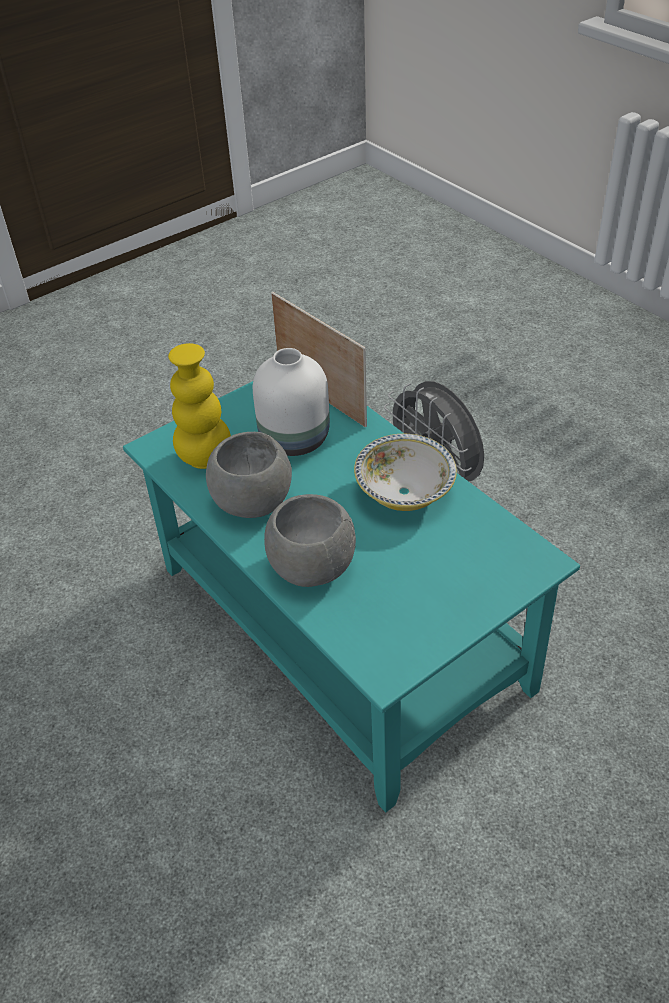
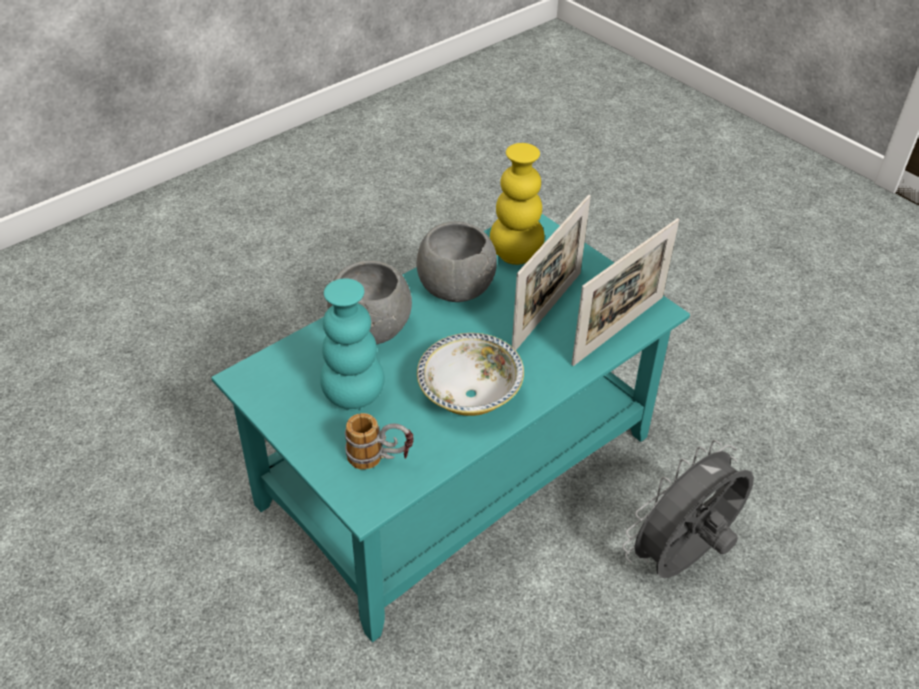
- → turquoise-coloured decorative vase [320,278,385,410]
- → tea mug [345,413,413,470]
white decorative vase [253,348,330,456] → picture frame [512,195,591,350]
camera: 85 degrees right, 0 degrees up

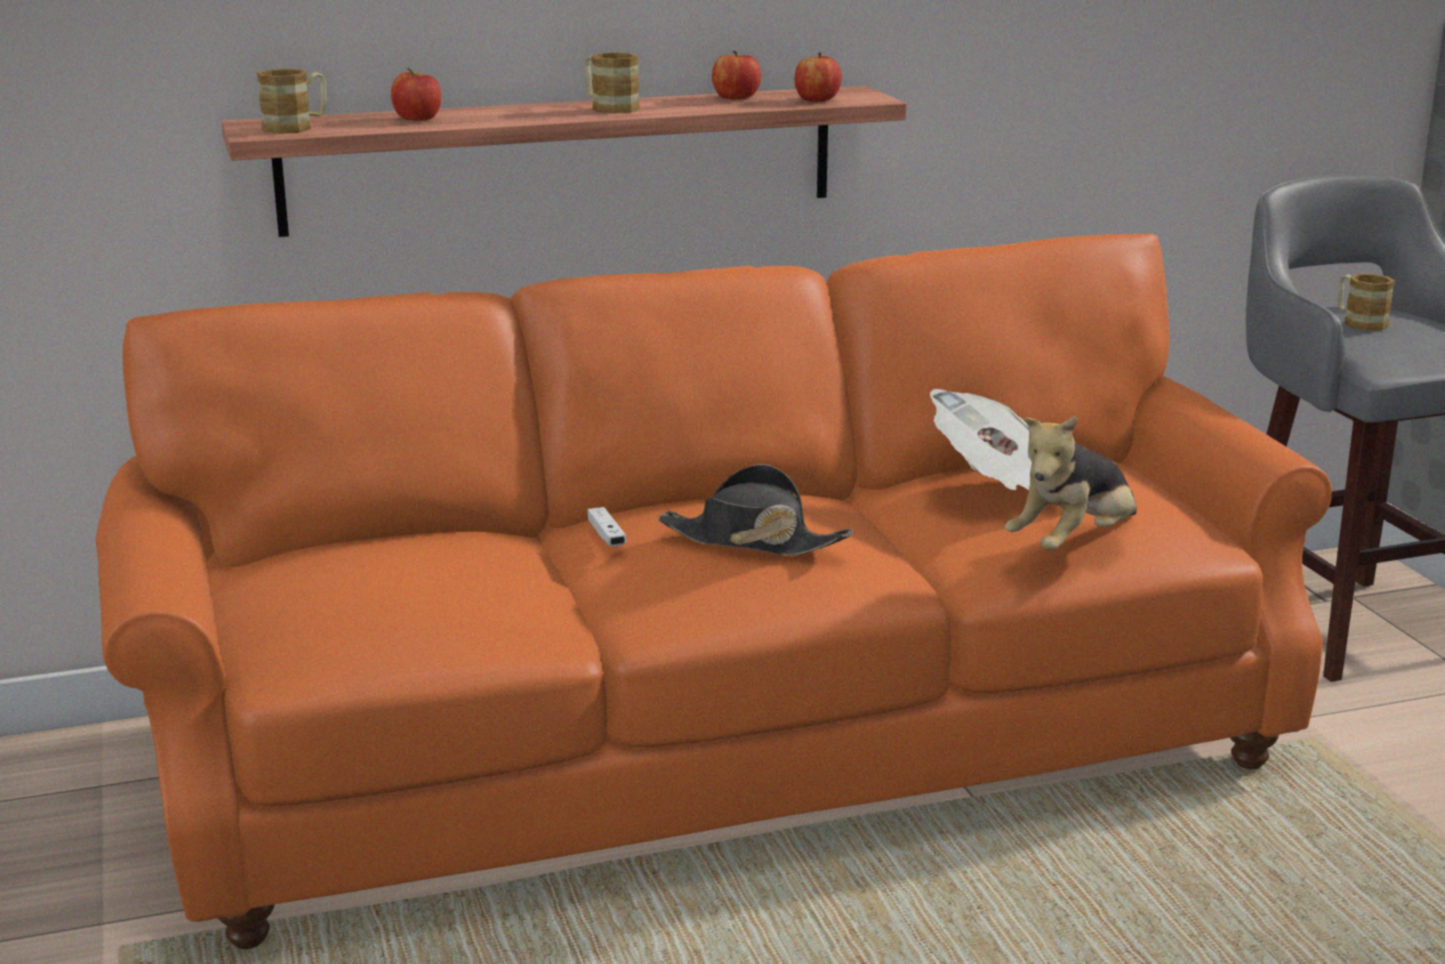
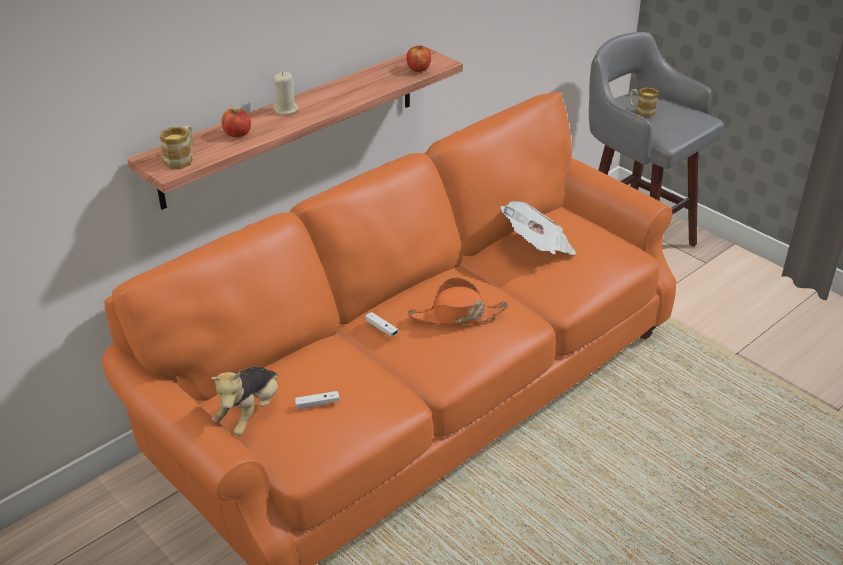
tea mug [585,52,640,114] → -
whole apple [712,50,761,100] → -
- → beige-coloured wax light [273,72,299,115]
- → white gamepad [295,391,340,409]
plush toy [1005,415,1137,551] → plush toy [211,366,278,436], moved
black clothing hat [658,464,853,555] → orange-coloured clothing hat [408,277,508,325]
camera: 25 degrees left, 15 degrees up

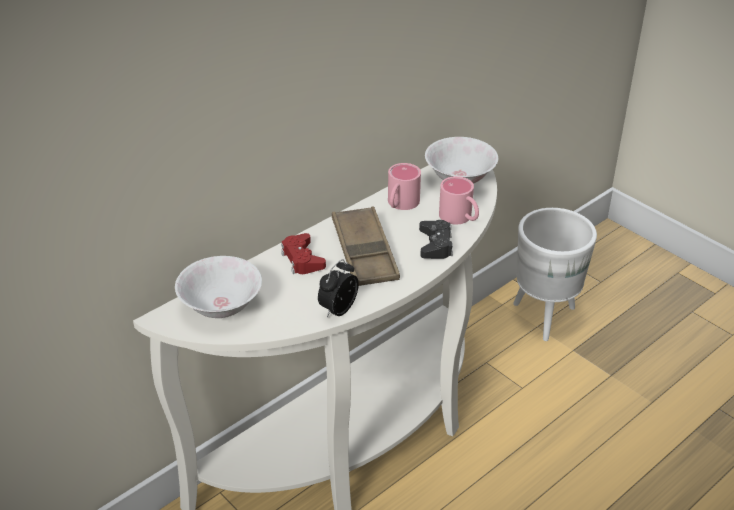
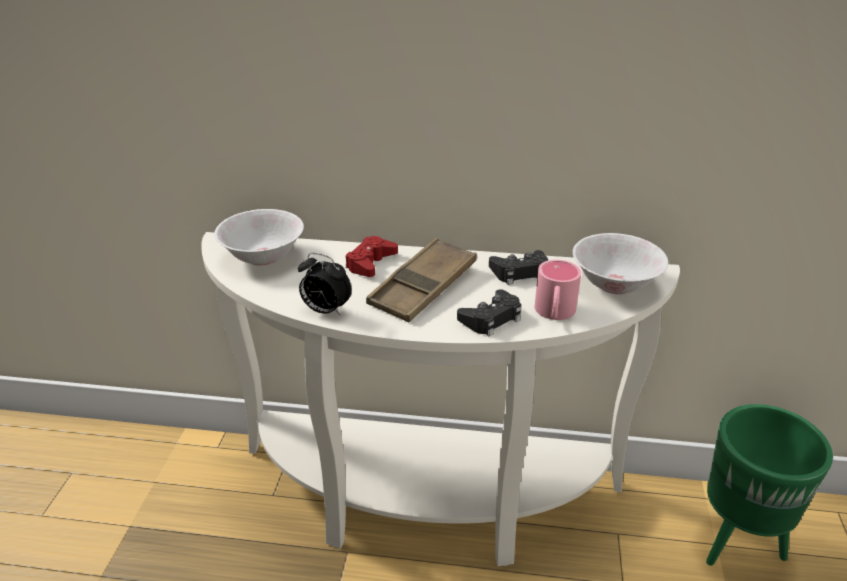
pink-coloured tea mug [388,163,421,210] → black gamepad [489,250,548,285]
white plant pot [513,208,597,341] → greenish plant pot [706,404,833,566]
bedside clock [318,259,359,318] → bedside clock [298,253,352,316], 150 degrees counterclockwise
camera: 50 degrees right, 5 degrees down

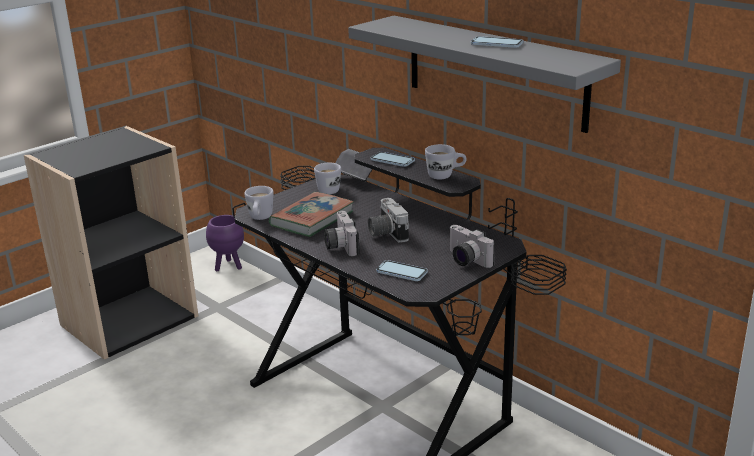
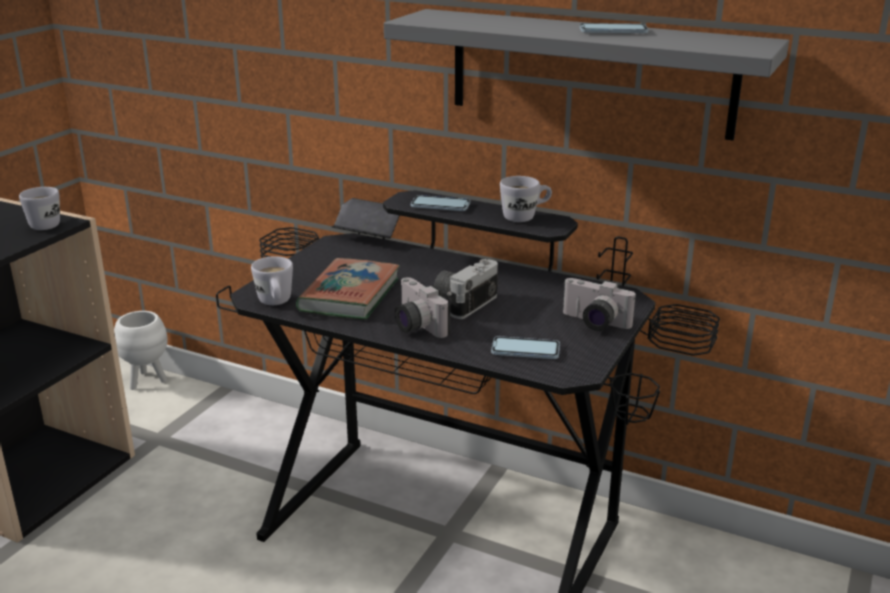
white tea mug [314,163,341,195] → white tea mug [19,187,60,230], moved
purple-coloured plant pot [206,215,244,271] → white plant pot [114,311,168,390]
photo camera [368,198,409,243] → photo camera [434,259,498,319], 75 degrees clockwise
camera: 20 degrees left, 0 degrees up

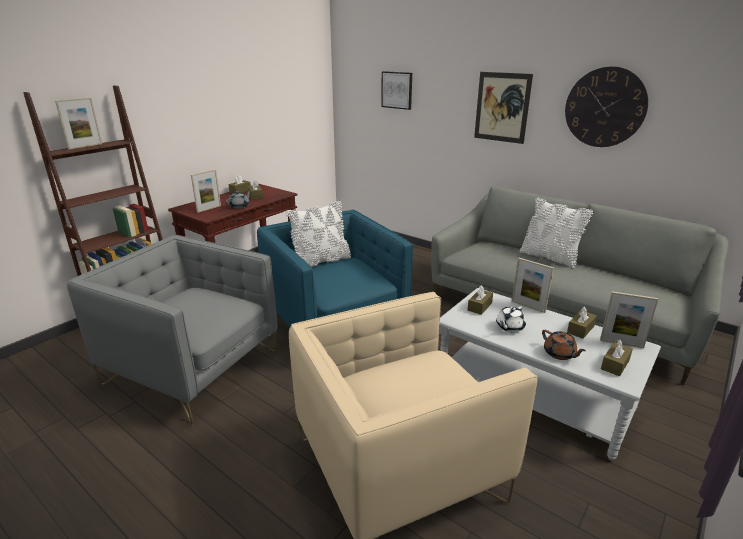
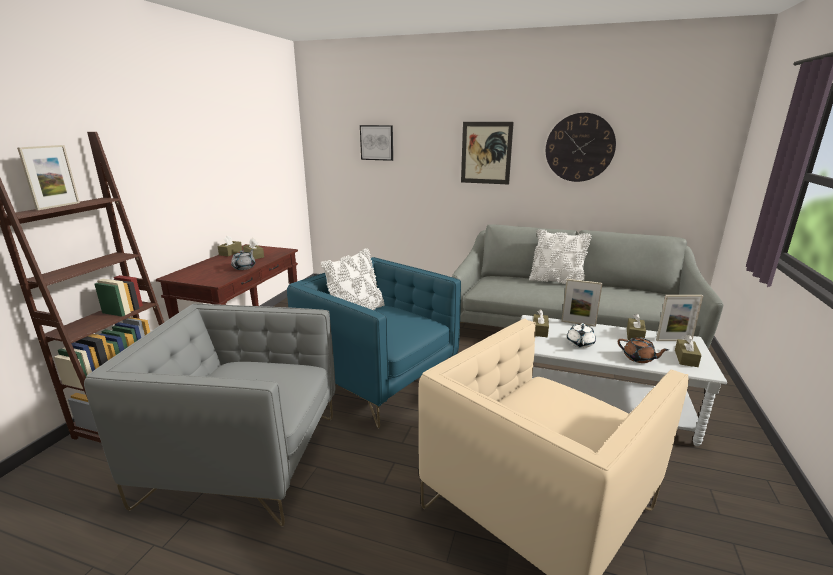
picture frame [191,169,221,213] → -
camera: 20 degrees left, 5 degrees down

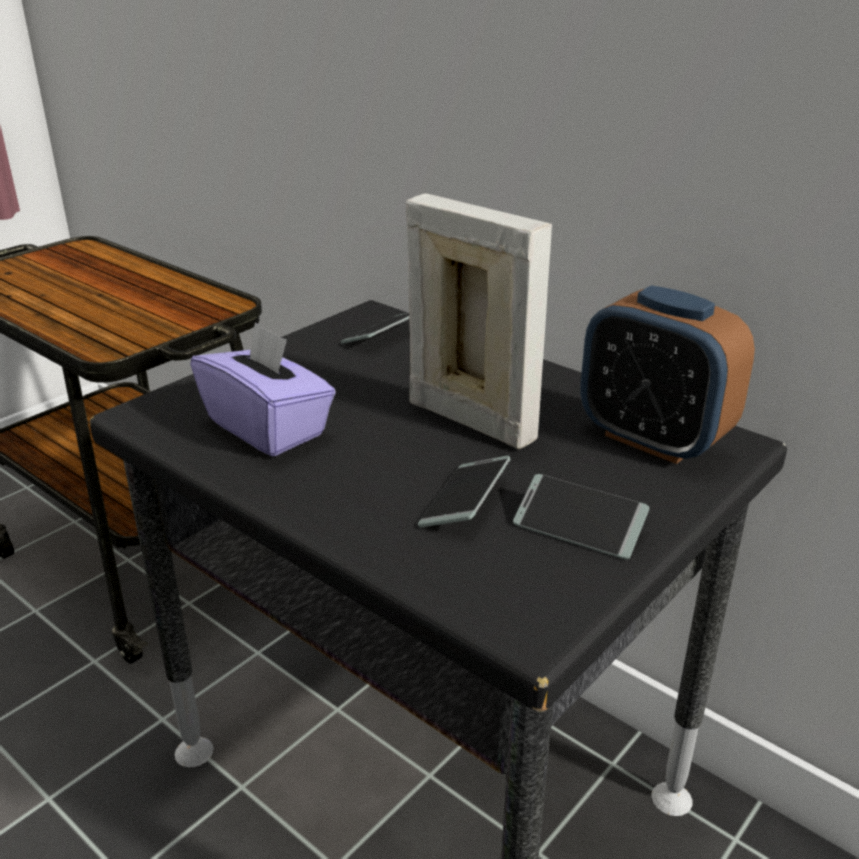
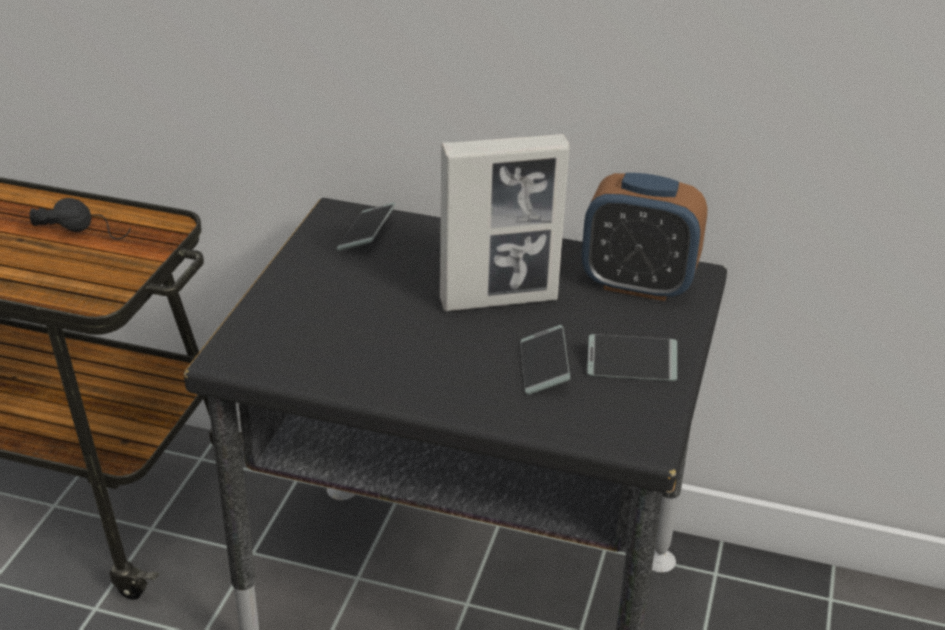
purple-coloured tissue box [190,322,336,457] → -
- → black headphones [30,198,131,240]
picture frame [406,193,552,449] → picture frame [440,134,570,311], 150 degrees clockwise
camera: 25 degrees left, 5 degrees up

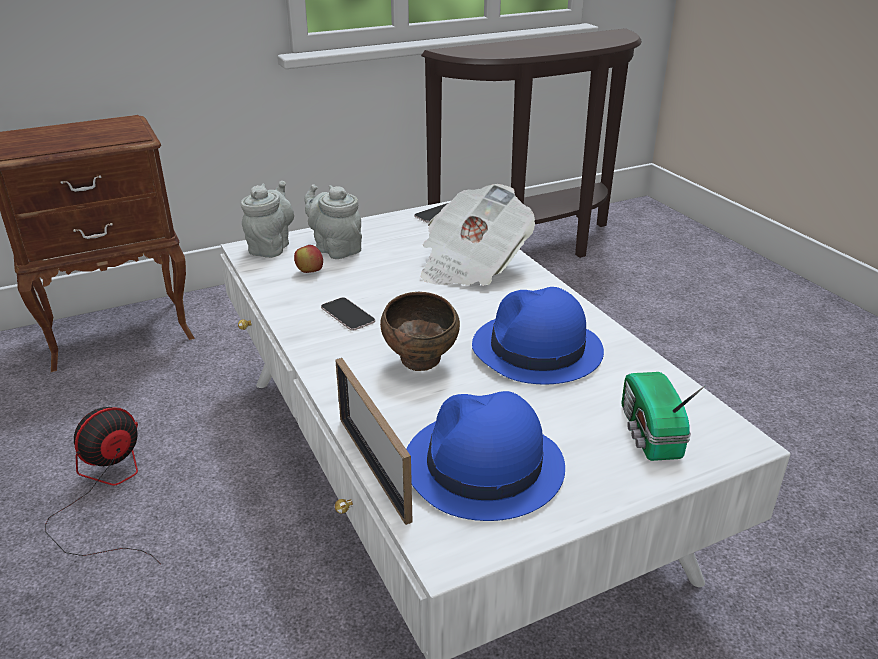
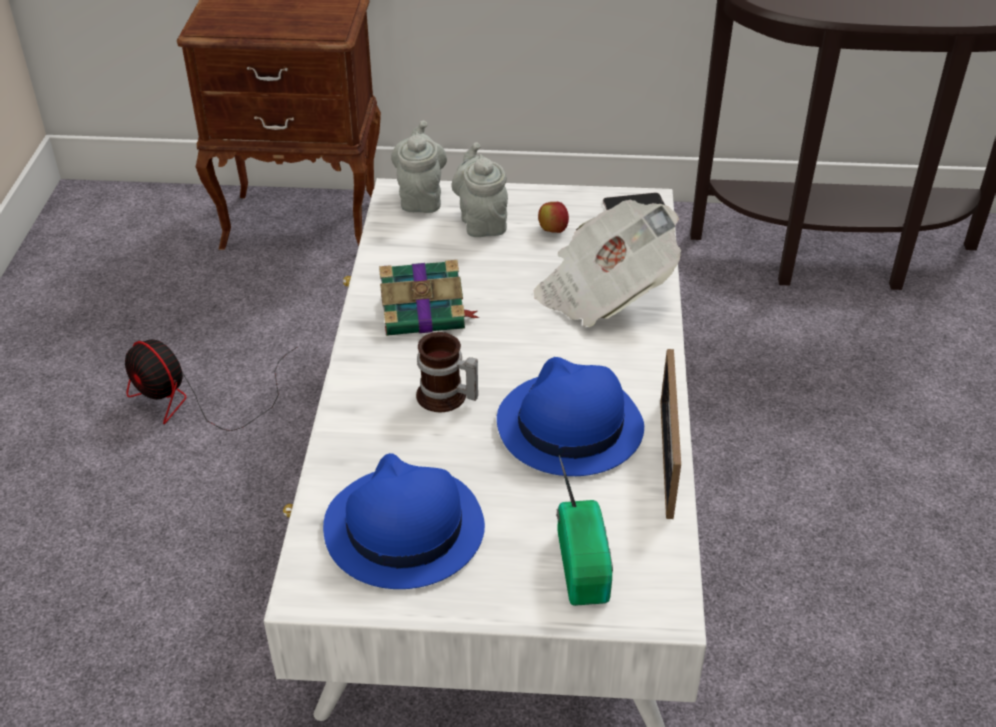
whole apple [294,245,323,273] → whole apple [538,202,569,233], moved
picture frame [335,358,413,525] → picture frame [660,349,681,519], moved
phone [321,297,375,331] → book [379,260,479,336]
brownish serving bowl [380,292,460,371] → tea mug [416,332,478,412]
cooling fan [45,407,161,564] → cooling fan [125,339,297,431], 120 degrees counterclockwise
gray tea pot [241,181,294,258] → gray tea pot [391,121,447,213], 45 degrees counterclockwise
radio [622,372,705,461] → radio [556,455,613,606], 150 degrees clockwise
camera: 30 degrees right, 10 degrees up

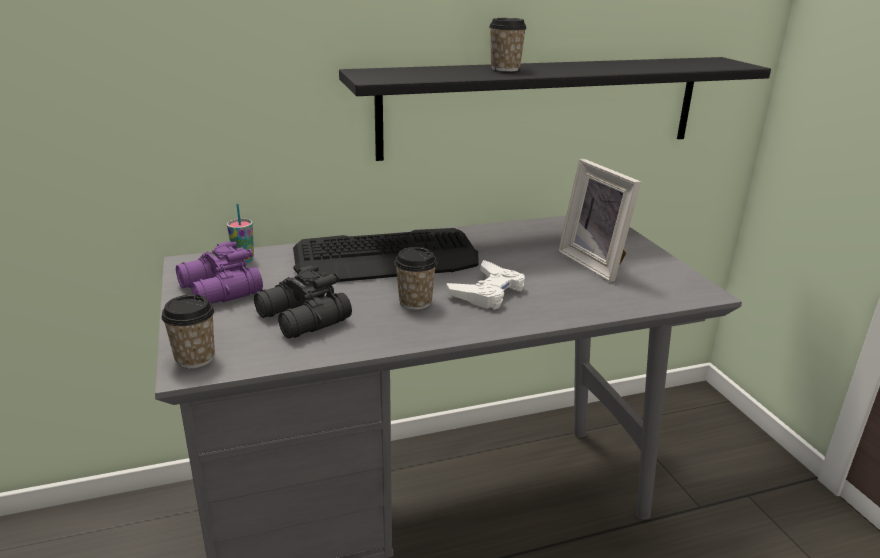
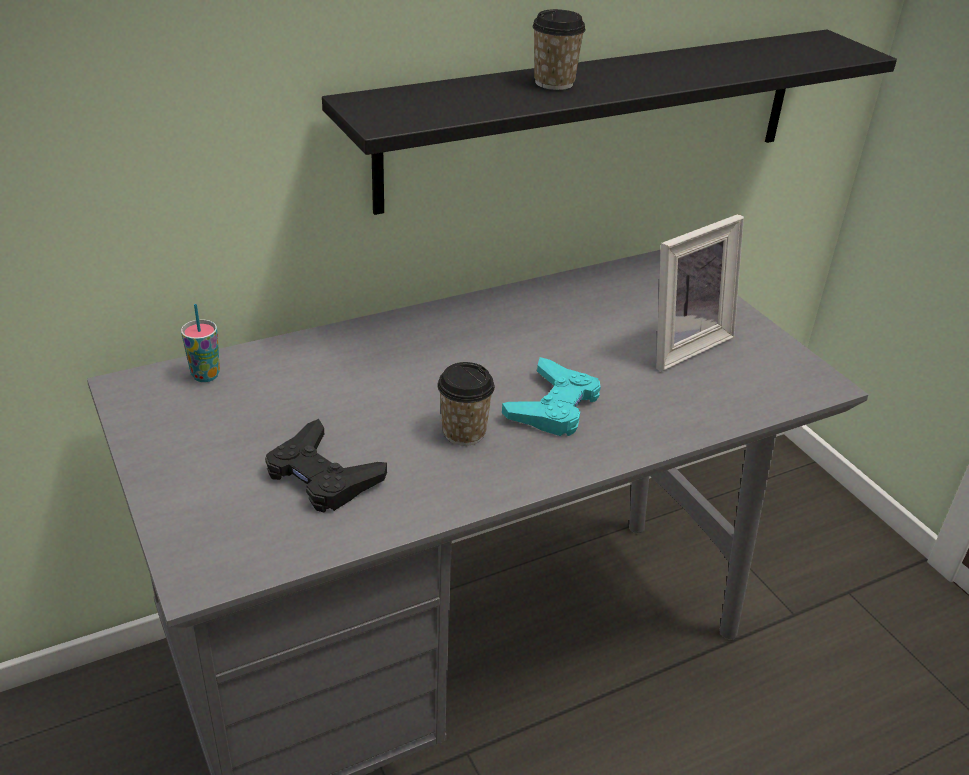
drinking cup [161,295,215,368] → -
purple-coloured binoculars [176,241,263,304] → -
keyboard [293,228,479,282] → -
black binoculars [254,265,352,338] → black gamepad [265,419,387,512]
white gamepad [446,260,525,310] → turquoise-coloured gamepad [502,357,601,436]
picture frame [558,159,641,282] → picture frame [656,214,744,371], 90 degrees counterclockwise
camera: 10 degrees left, 10 degrees up

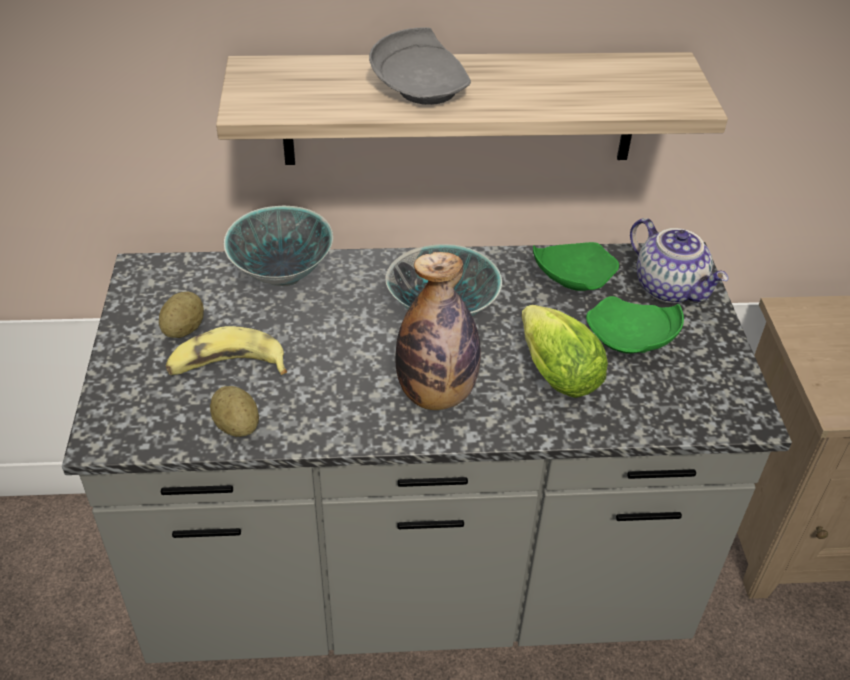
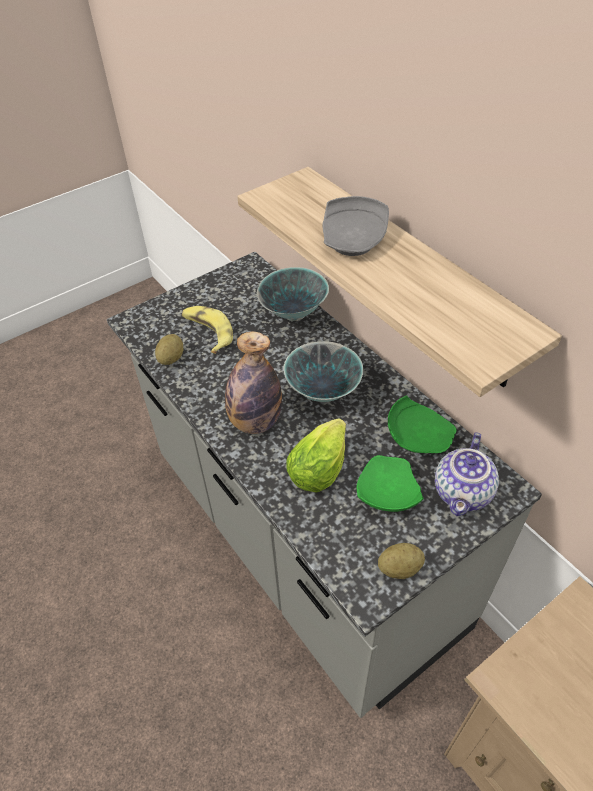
whole potato [159,292,204,338] → whole potato [378,543,425,579], moved
camera: 60 degrees right, 5 degrees up

